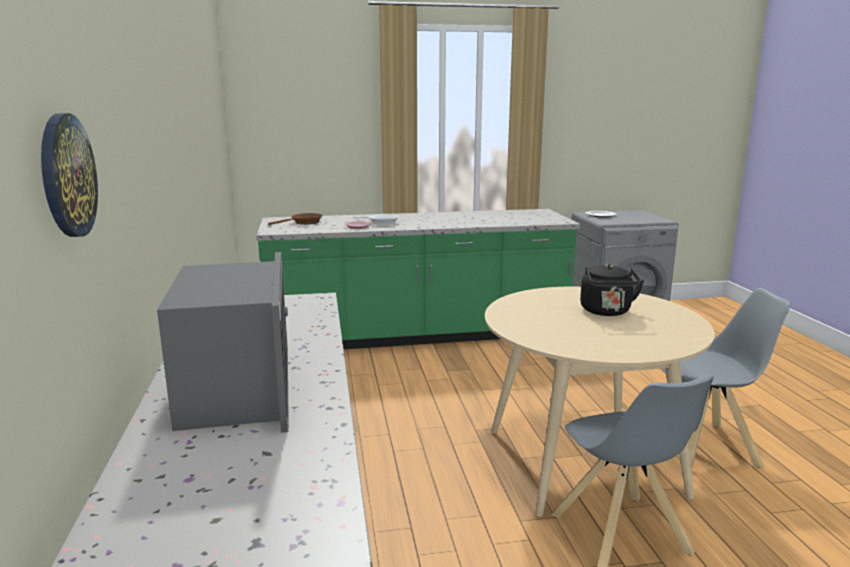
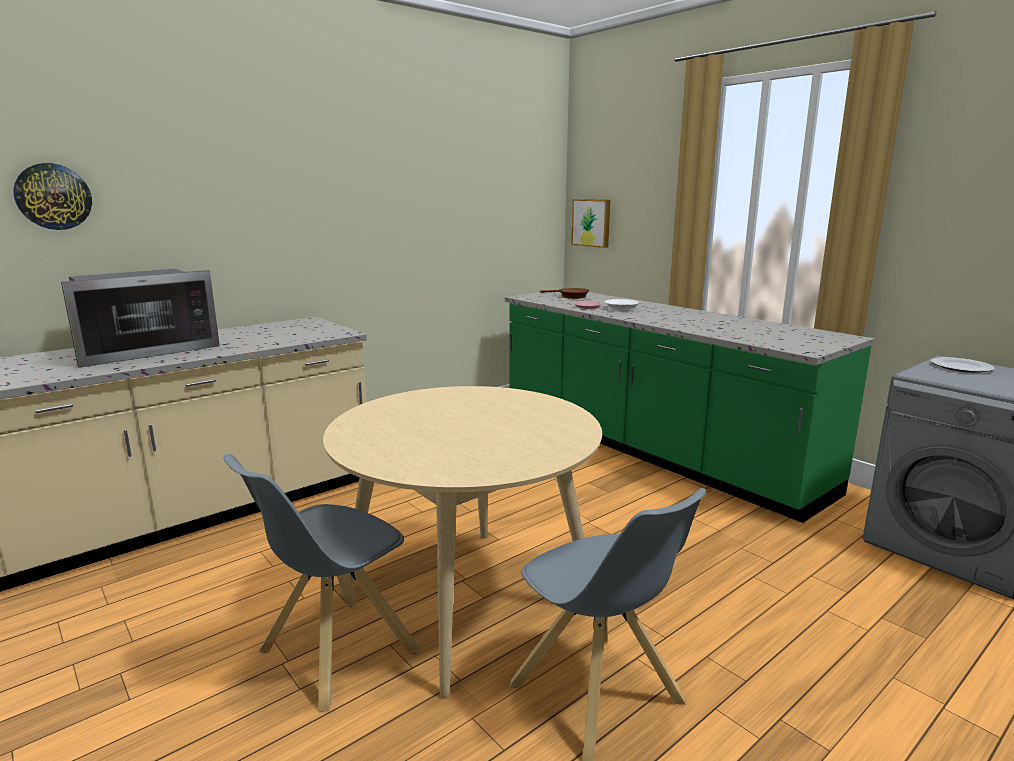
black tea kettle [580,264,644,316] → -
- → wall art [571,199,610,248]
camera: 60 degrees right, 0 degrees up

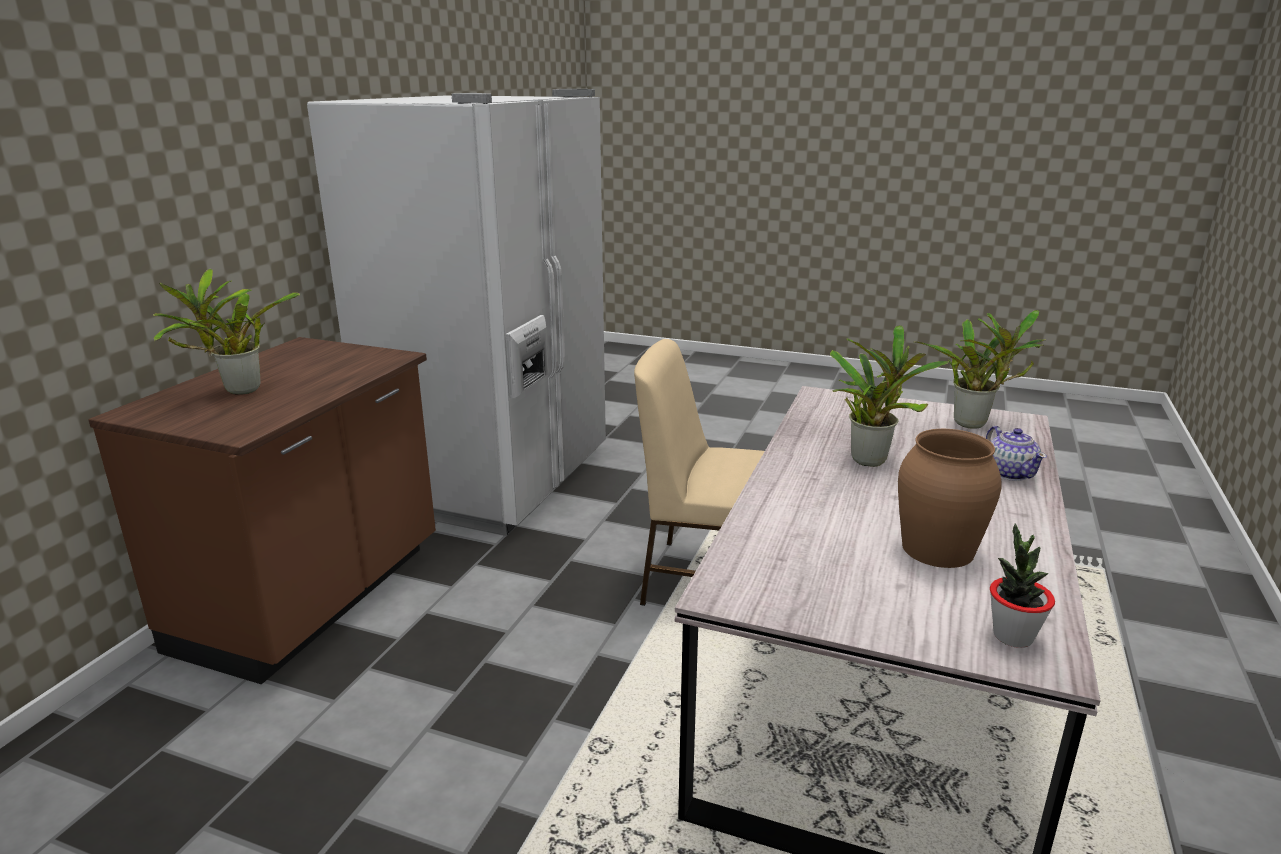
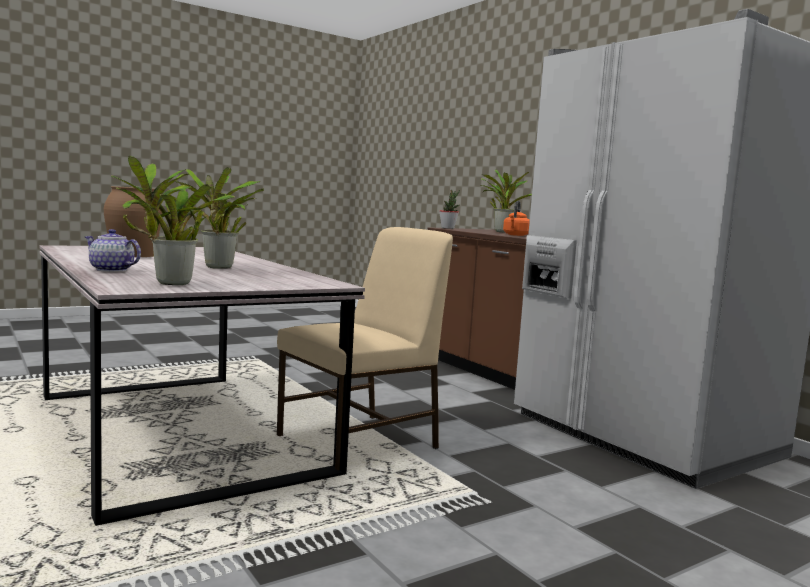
- → orange-coloured tea kettle [503,201,530,236]
houseplant [990,523,1055,648] → houseplant [439,190,460,229], moved
camera: 125 degrees right, 15 degrees down

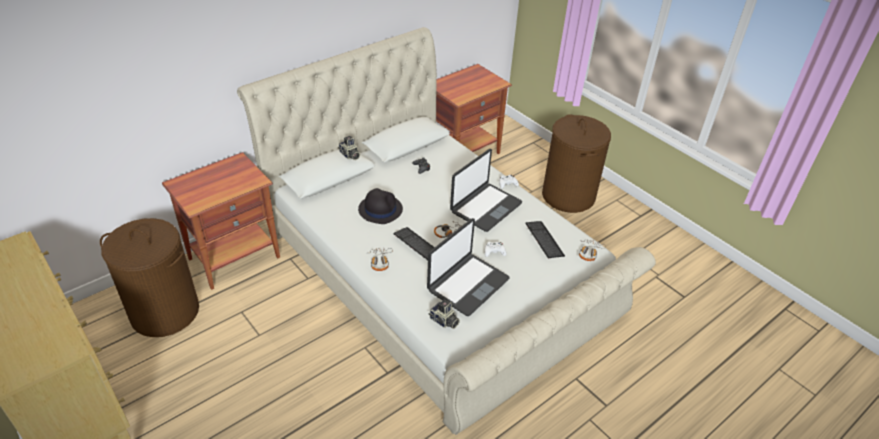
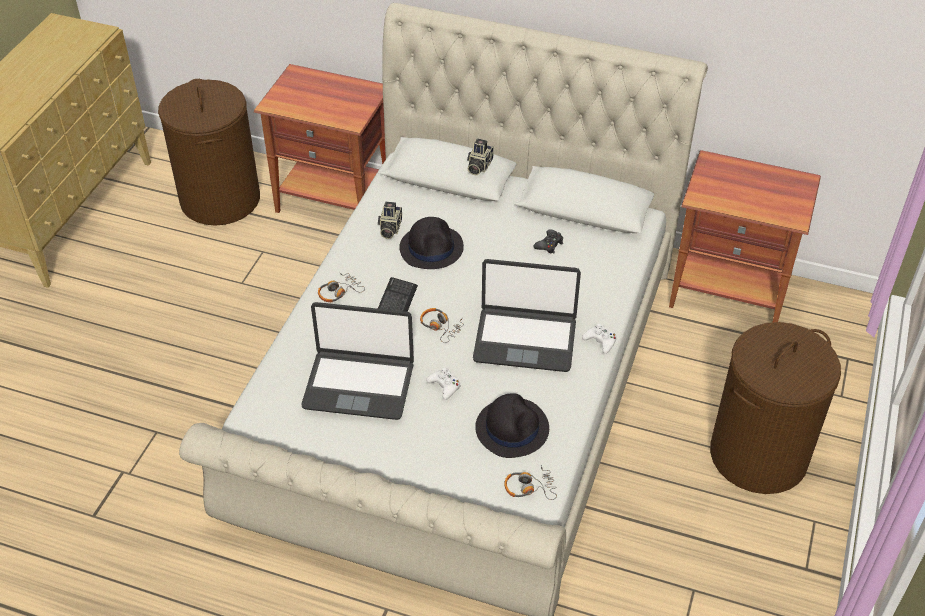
photo camera [428,299,460,329] → photo camera [378,202,402,239], moved
keyboard [526,221,565,259] → black clothing hat [475,393,549,458]
camera: 60 degrees right, 5 degrees up

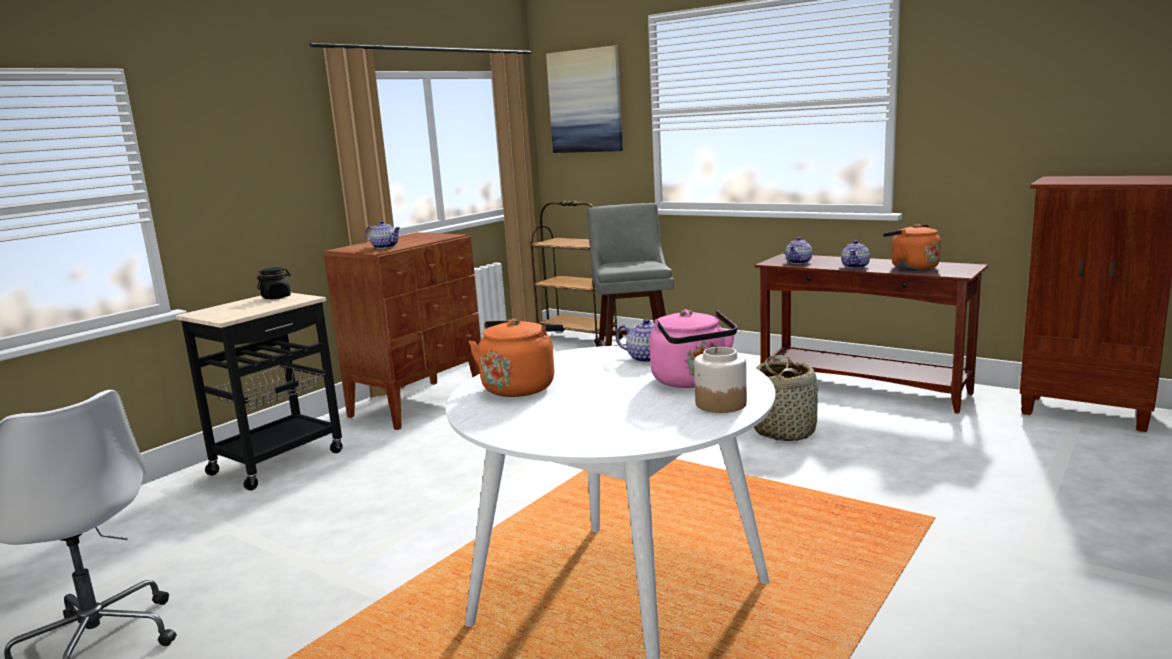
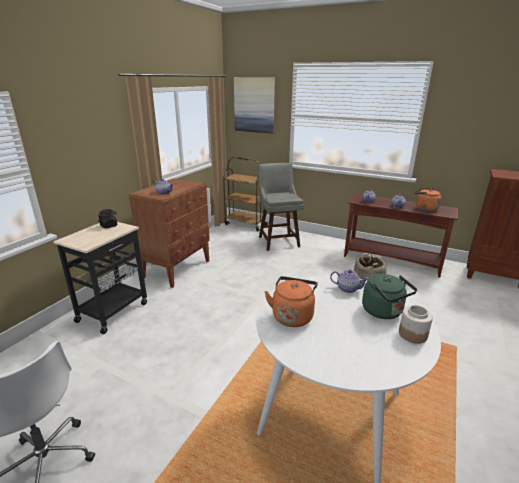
pink-coloured tea kettle [649,309,737,388] → greenish tea kettle [362,274,417,319]
camera: 10 degrees left, 10 degrees up

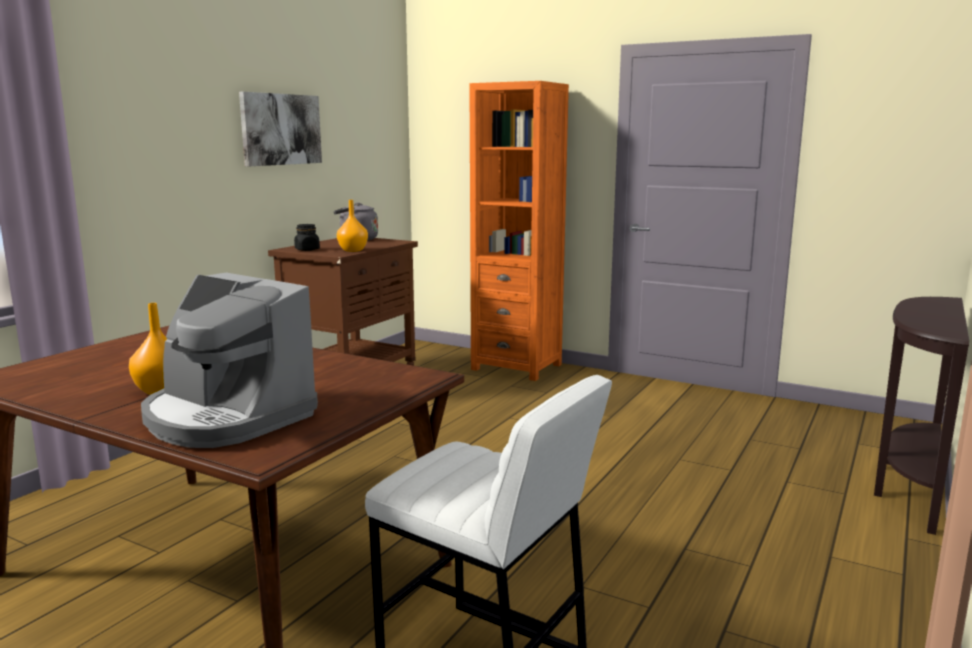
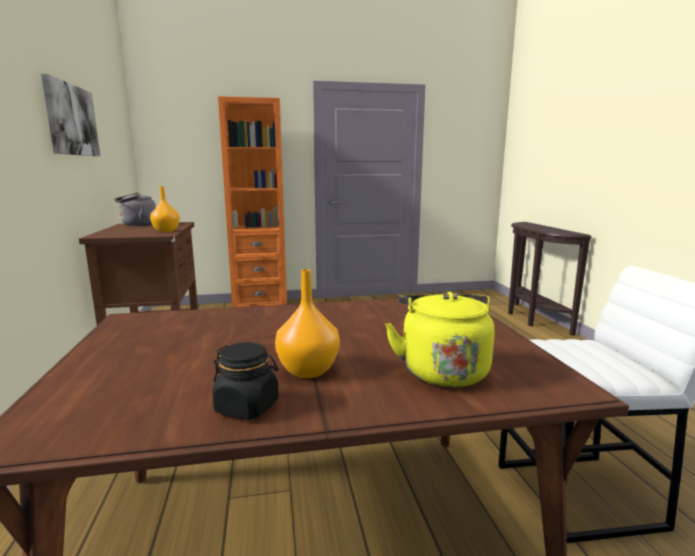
black storage jar [294,224,320,251] → black storage jar [212,342,279,420], moved
coffee maker [141,273,318,448] → yellow-coloured tea kettle [385,292,495,387]
camera: 40 degrees left, 0 degrees up

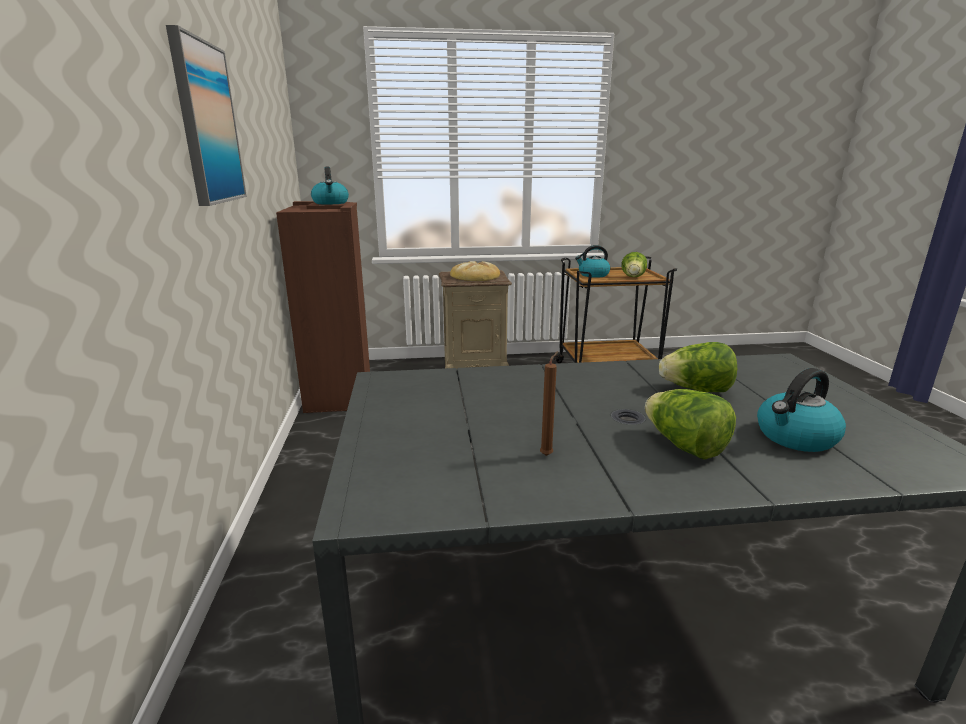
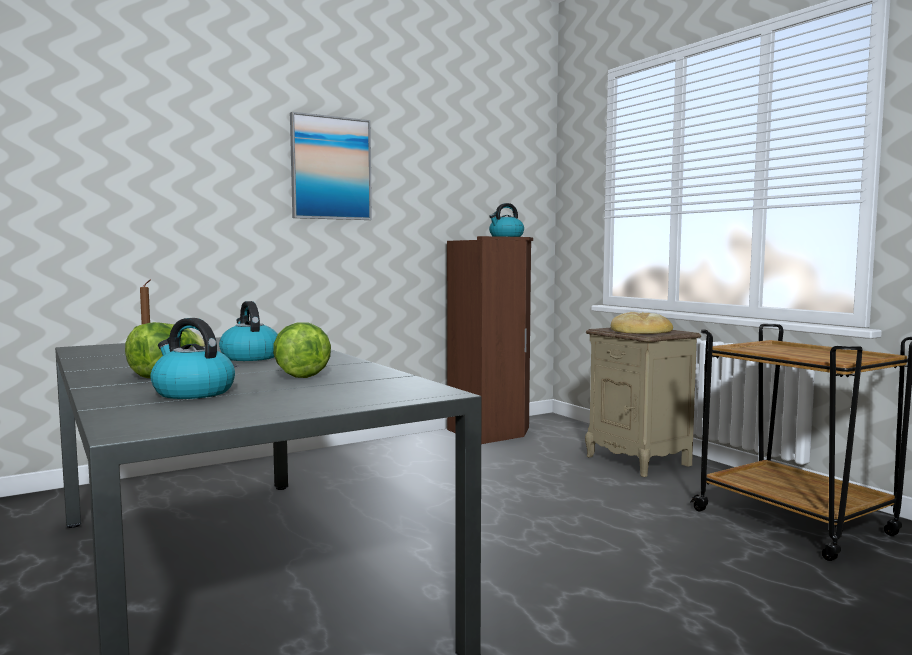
lettuce [622,252,647,277] → -
tea kettle [575,245,610,278] → tea kettle [219,301,278,361], moved
camera: 65 degrees right, 15 degrees down

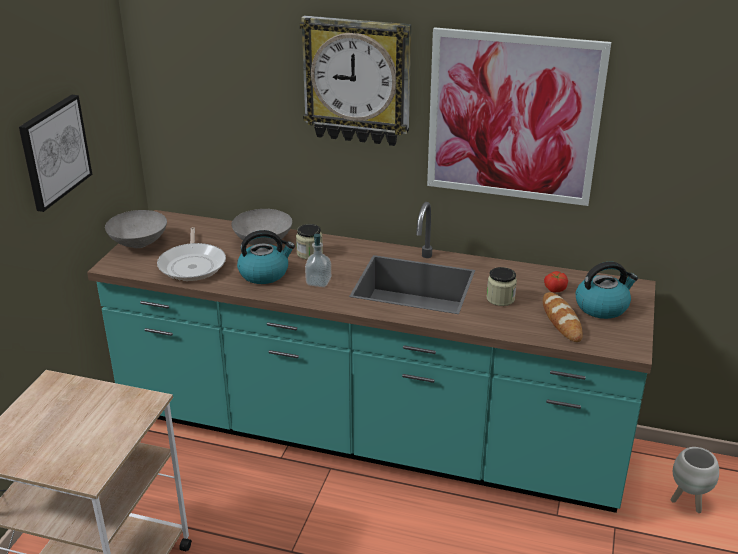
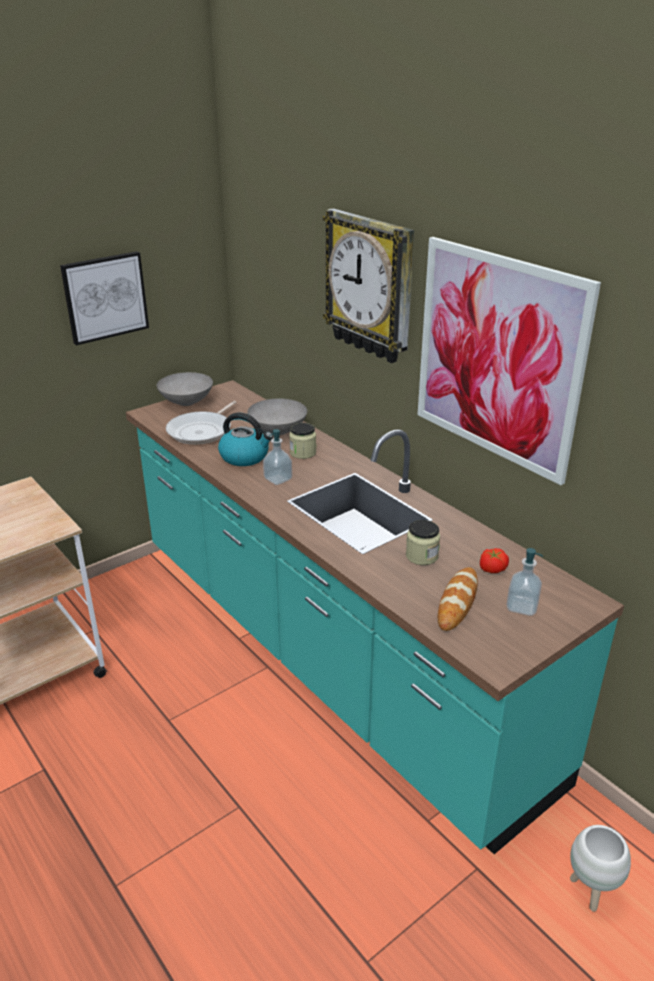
tea kettle [575,261,638,319] → liquid soap bottle [506,548,543,616]
camera: 35 degrees right, 0 degrees up

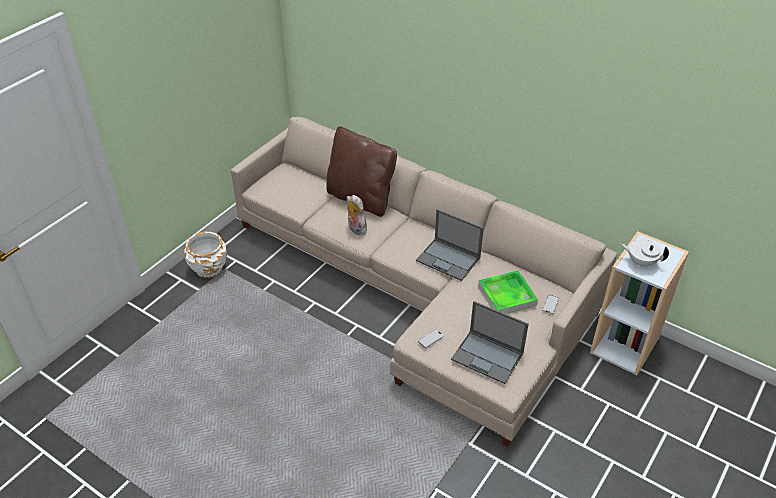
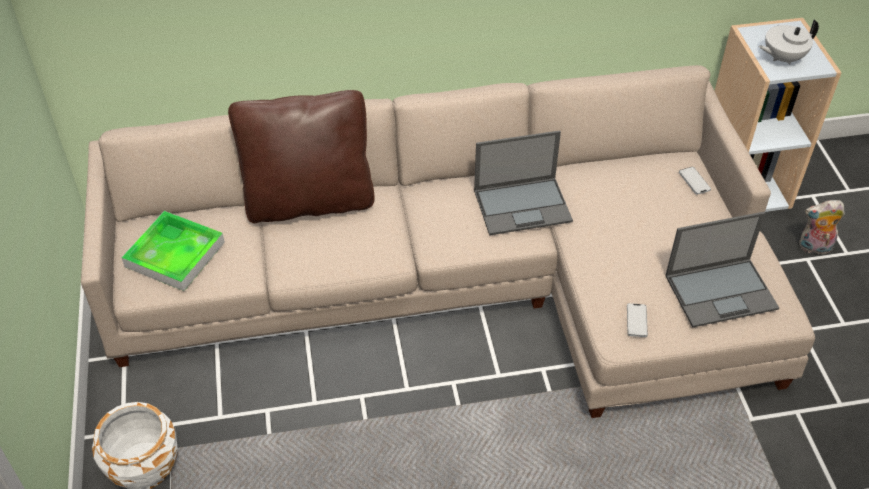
plush toy [347,195,367,235] → plush toy [799,200,845,257], moved
serving tray [478,270,538,314] → serving tray [121,211,225,291], moved
camera: 45 degrees left, 5 degrees up

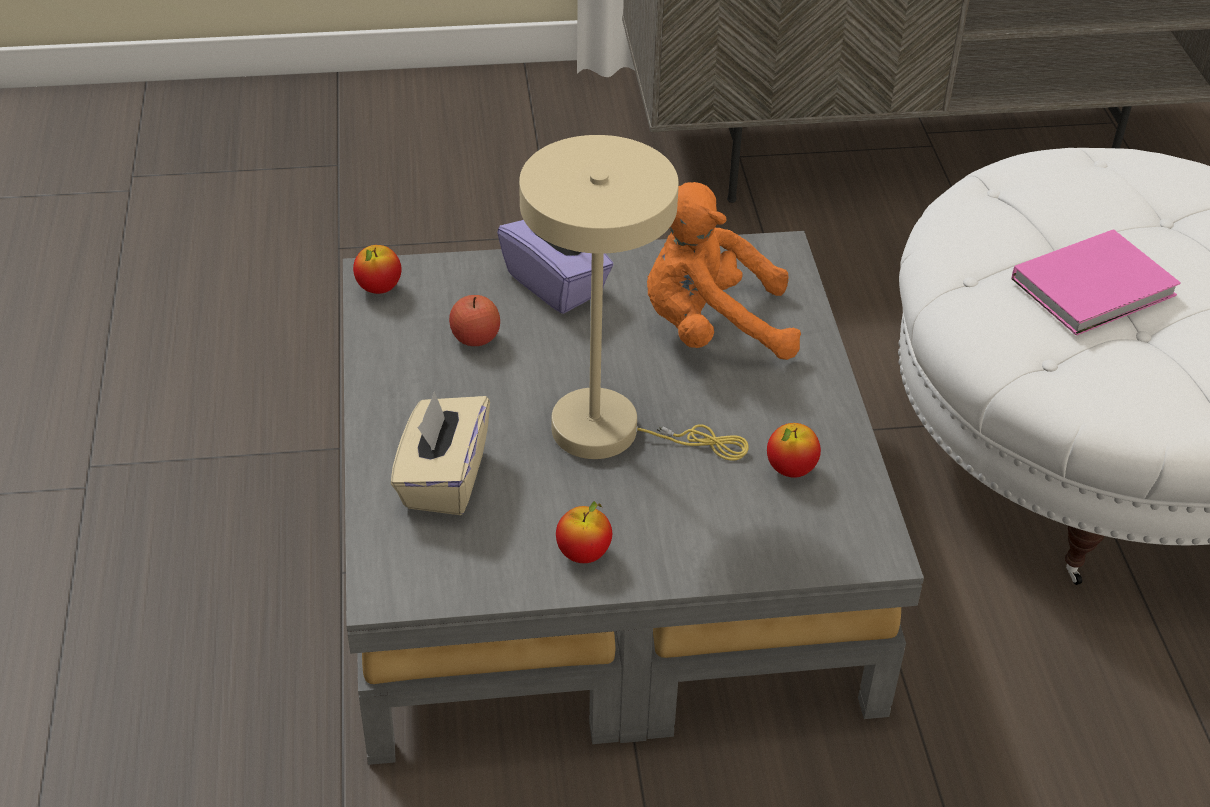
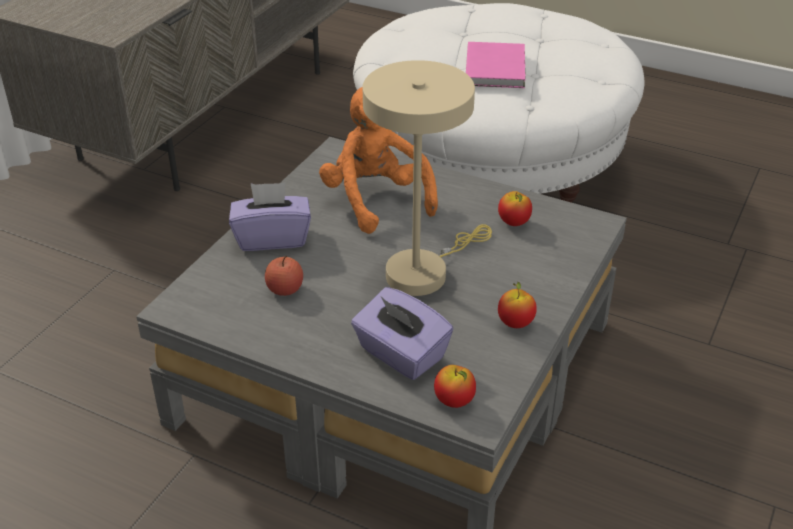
whole apple [353,245,401,294] → whole apple [434,365,476,408], moved
beige-coloured tissue box [391,391,490,515] → purple-coloured tissue box [351,287,453,380]
orange-coloured plush toy [647,182,801,360] → orange-coloured plush toy [319,87,438,234], 120 degrees clockwise
camera: 55 degrees left, 5 degrees down

